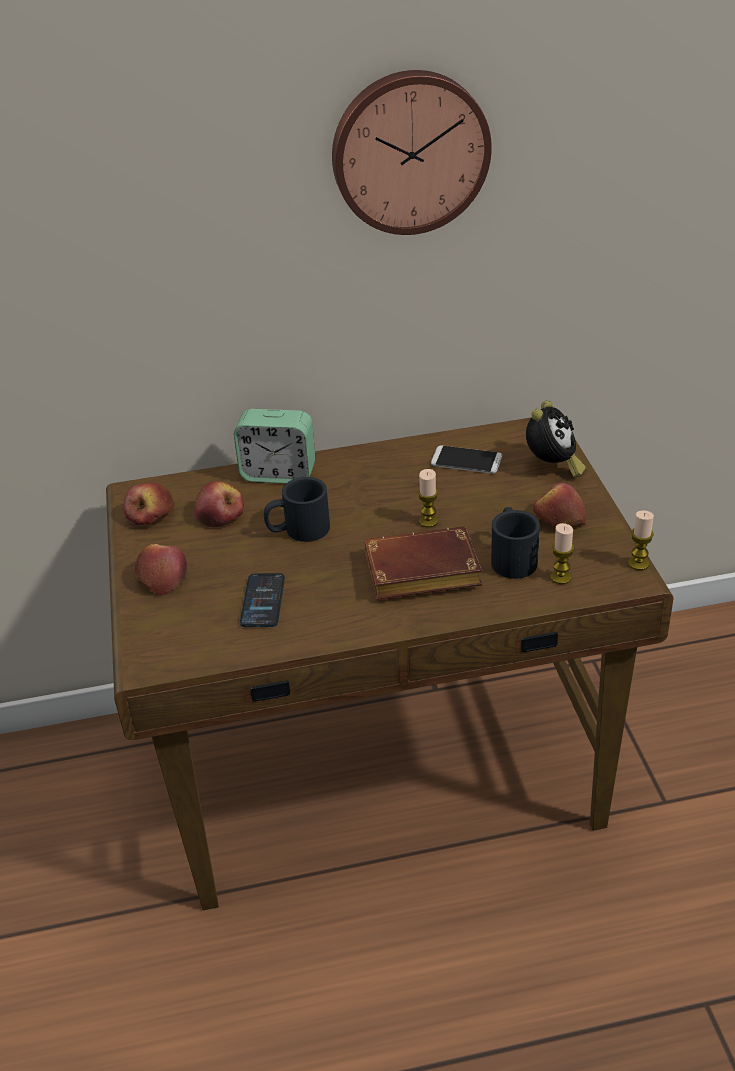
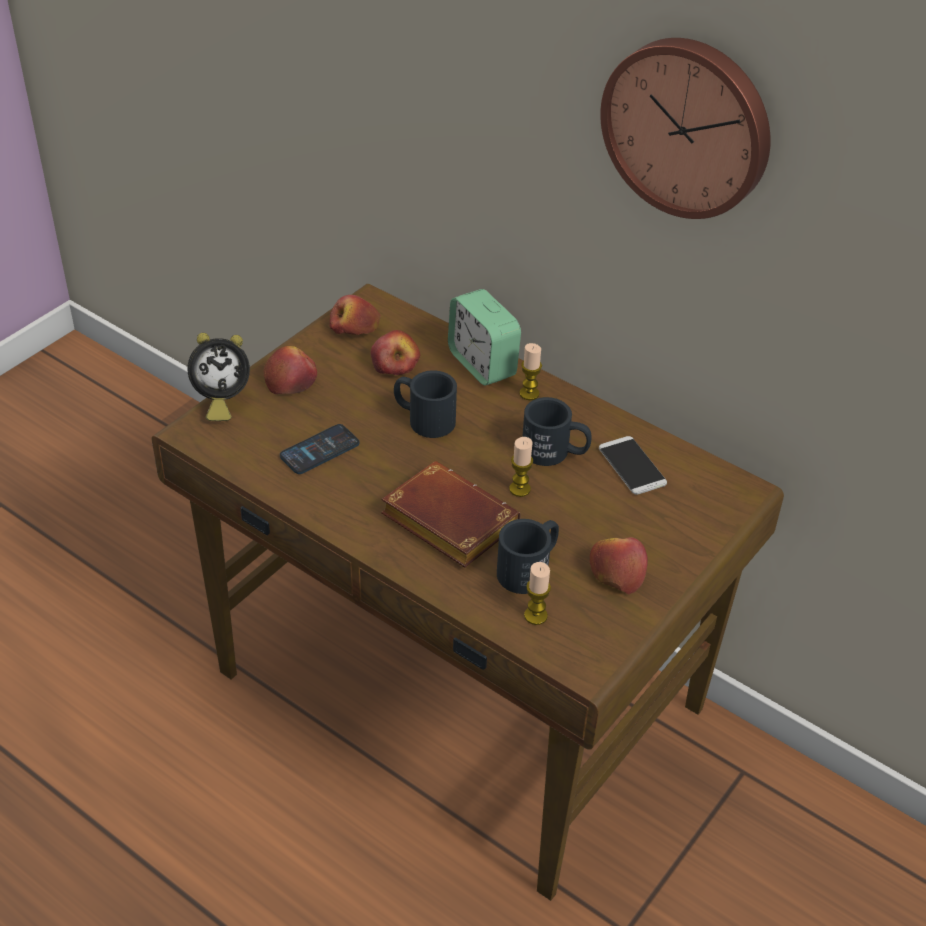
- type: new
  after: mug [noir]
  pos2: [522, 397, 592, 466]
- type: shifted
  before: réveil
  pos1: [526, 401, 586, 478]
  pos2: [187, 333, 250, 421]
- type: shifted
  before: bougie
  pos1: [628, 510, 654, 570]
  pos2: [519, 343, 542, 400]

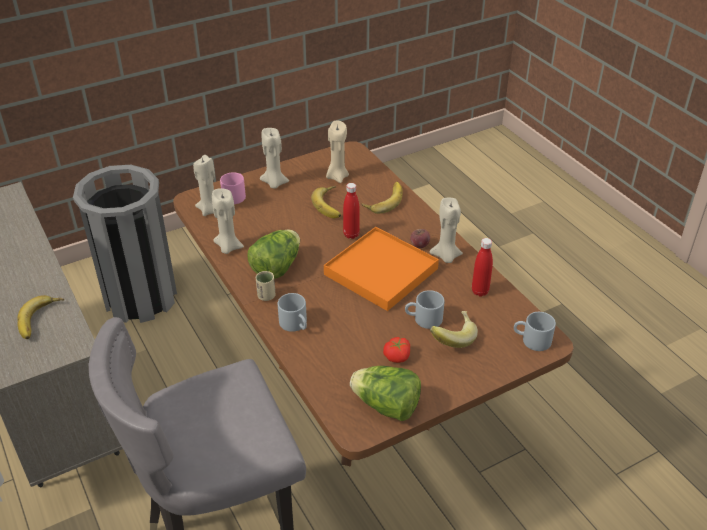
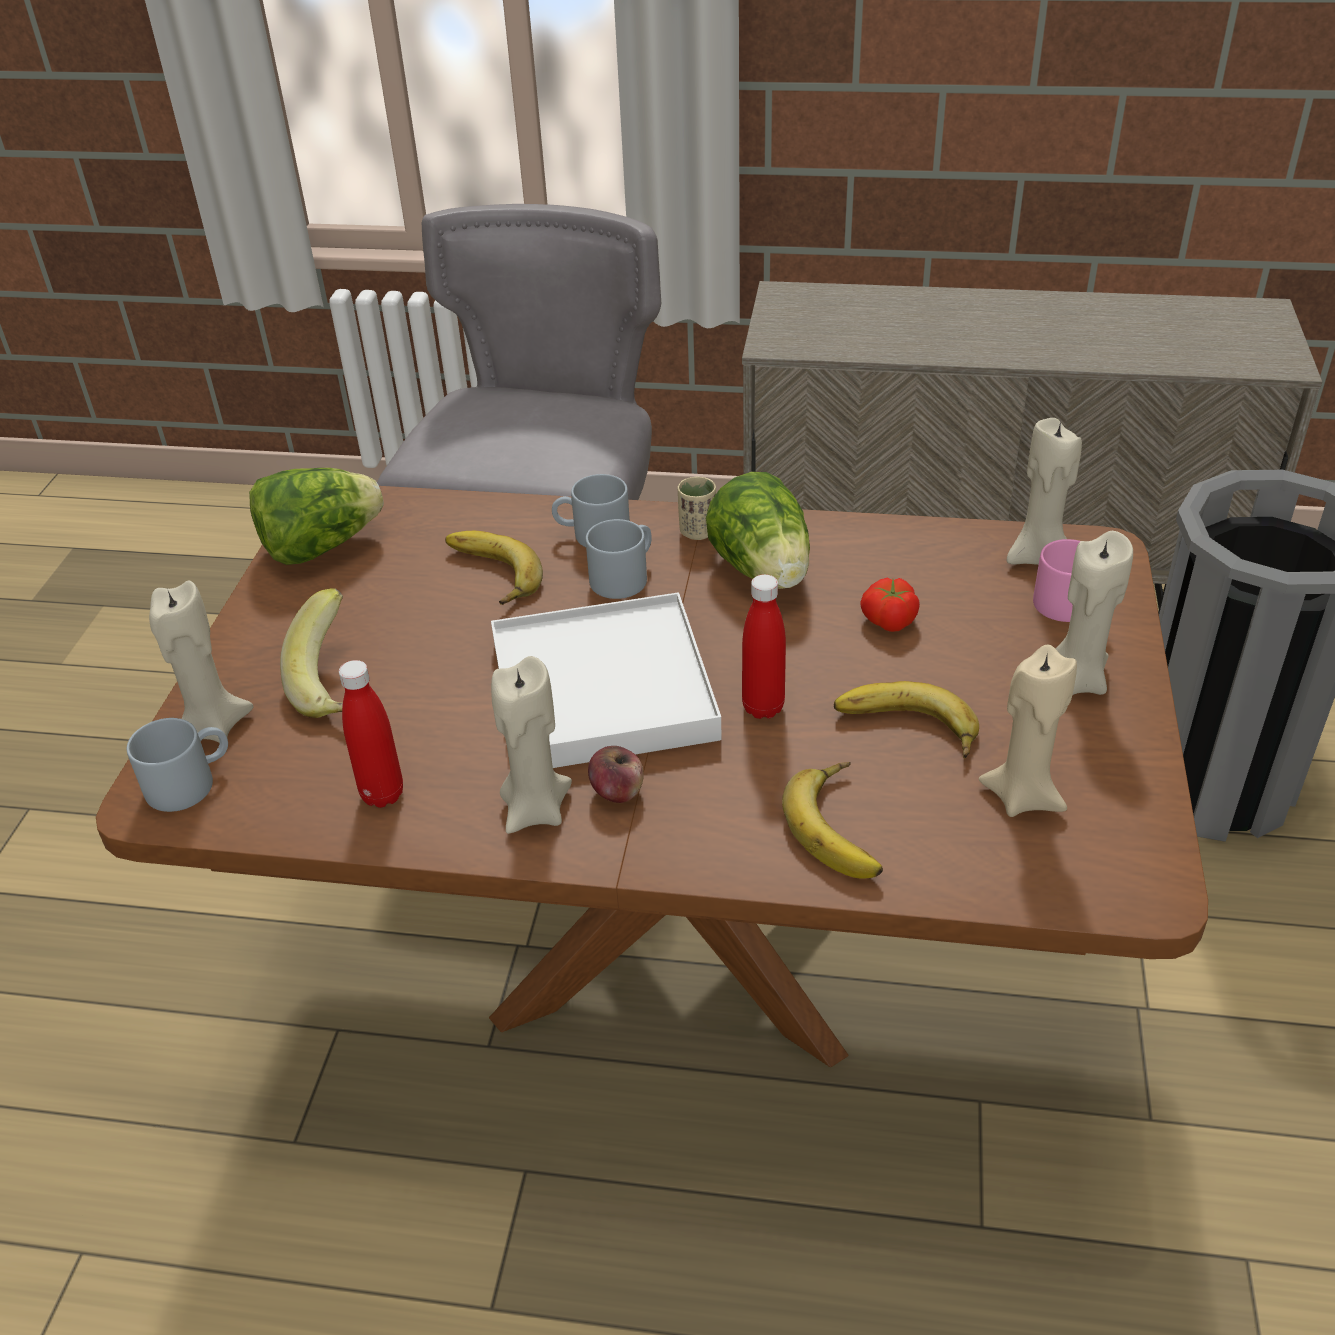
- type: shifted
  before: banane
  pos1: [17, 295, 64, 339]
  pos2: [445, 531, 543, 605]
- type: shifted
  before: bougie [beige]
  pos1: [212, 188, 244, 254]
  pos2: [149, 580, 254, 743]
- type: shifted
  before: tomate
  pos1: [383, 337, 410, 363]
  pos2: [860, 578, 920, 632]
- type: shifted
  before: mug [gris]
  pos1: [405, 290, 444, 329]
  pos2: [586, 519, 652, 599]
- type: repainted
  before: plateau [orange]
  after: plateau [blanc]
  pos1: [324, 227, 439, 311]
  pos2: [491, 592, 722, 768]

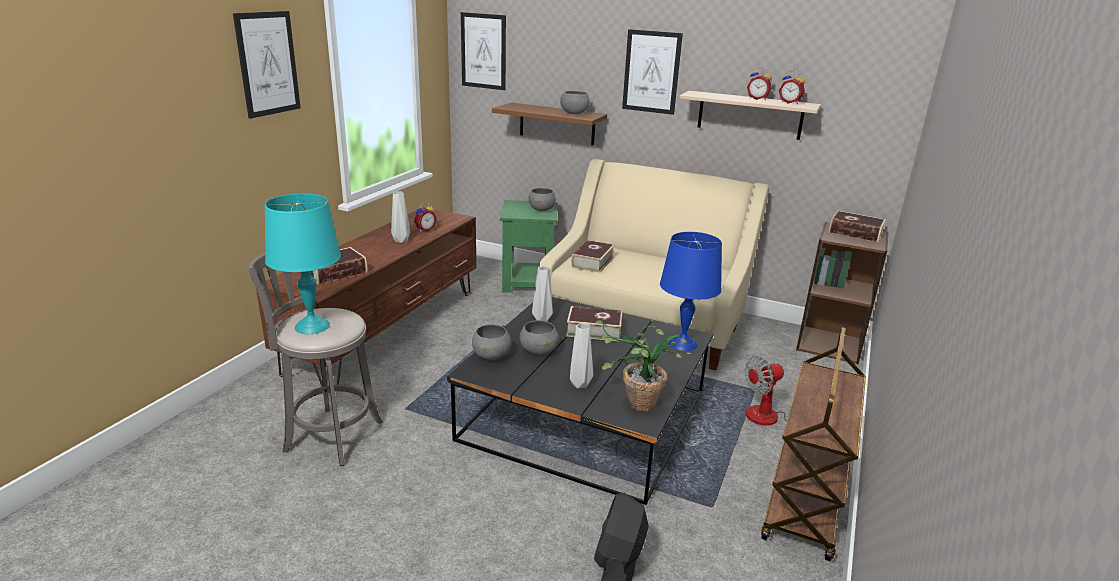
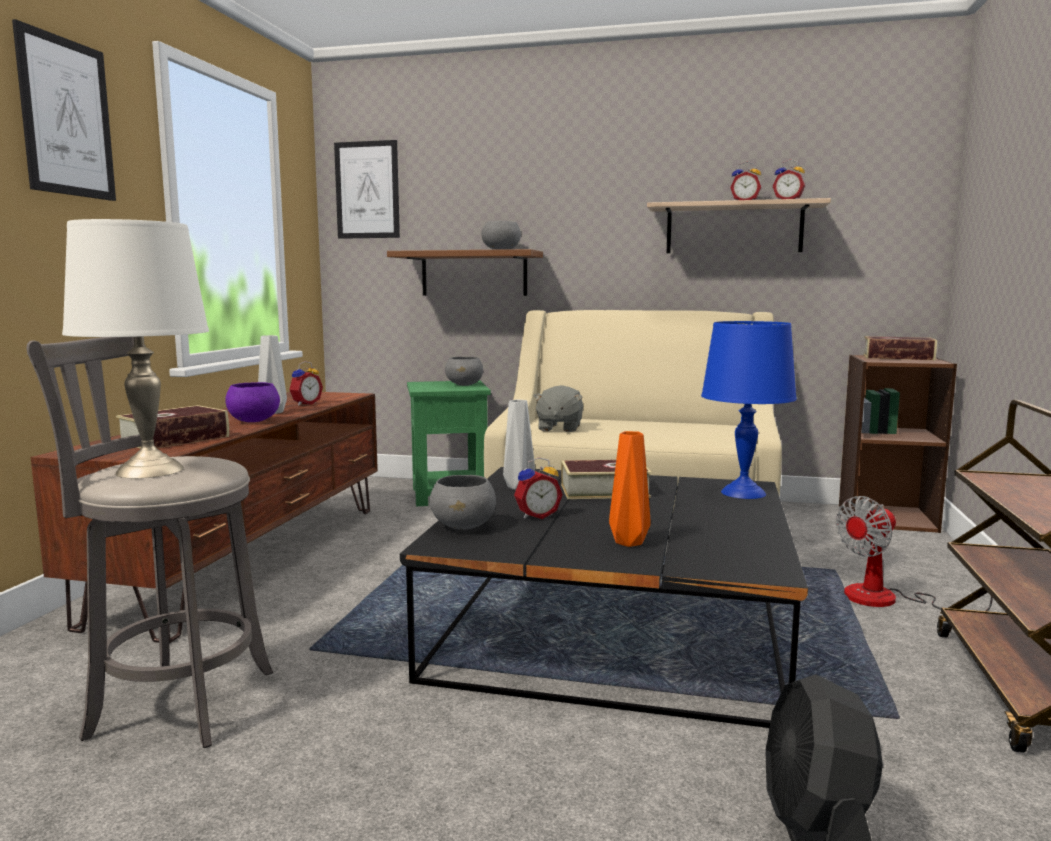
- type: gone
  before: plante en pot
  pos1: [596, 320, 691, 411]
- type: gone
  before: tableau
  pos1: [622, 29, 683, 115]
- type: new
  after: bol [violet]
  pos2: [225, 382, 280, 422]
- type: swapped
  before: bol [gris]
  after: réveil
  pos1: [520, 320, 559, 355]
  pos2: [514, 457, 563, 519]
- type: swapped
  before: livre
  after: peluche [gris]
  pos1: [571, 240, 615, 273]
  pos2: [533, 385, 583, 432]
- type: repainted
  before: lampe de table [turquoise]
  after: lampe de table [blanc]
  pos1: [265, 194, 341, 334]
  pos2: [62, 219, 209, 478]
- type: repainted
  before: vase [gris]
  after: vase [orange]
  pos1: [570, 323, 593, 388]
  pos2: [609, 431, 651, 547]

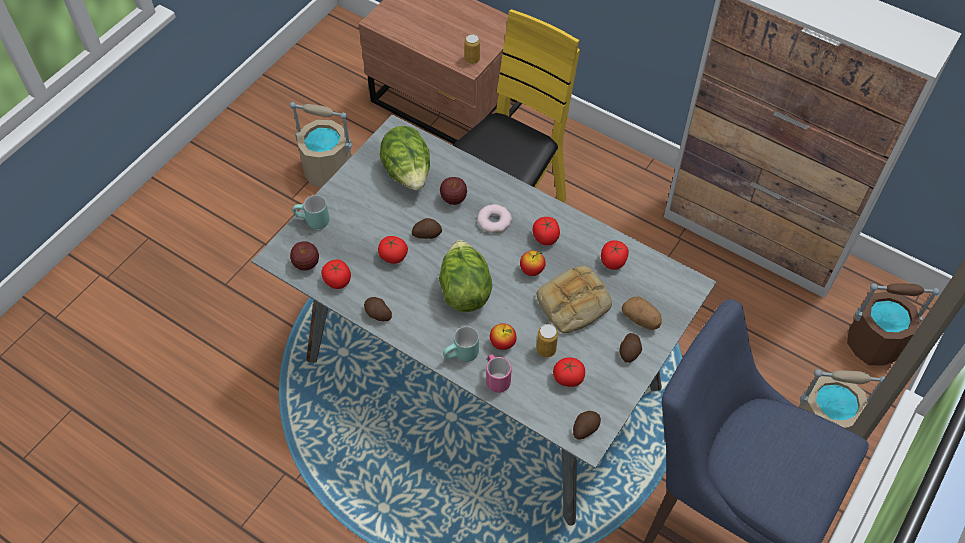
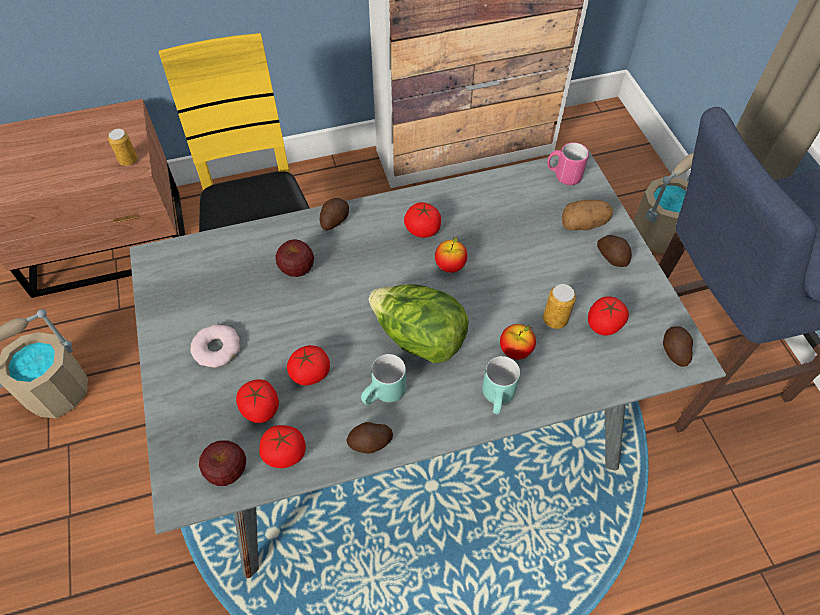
- type: gone
  before: laitue
  pos1: [380, 126, 430, 191]
- type: gone
  before: pain
  pos1: [537, 266, 612, 333]
- type: gone
  before: seau [marron]
  pos1: [847, 283, 940, 366]
- type: shifted
  before: mug [turquoise]
  pos1: [293, 195, 330, 229]
  pos2: [361, 354, 406, 405]
- type: shifted
  before: pomme de terre
  pos1: [412, 218, 442, 239]
  pos2: [320, 198, 349, 230]
- type: shifted
  before: beignet
  pos1: [477, 204, 512, 233]
  pos2: [190, 324, 240, 368]
- type: shifted
  before: mug [rose]
  pos1: [486, 354, 512, 393]
  pos2: [547, 142, 589, 185]
- type: shifted
  before: tomate
  pos1: [601, 240, 629, 270]
  pos2: [236, 379, 279, 423]

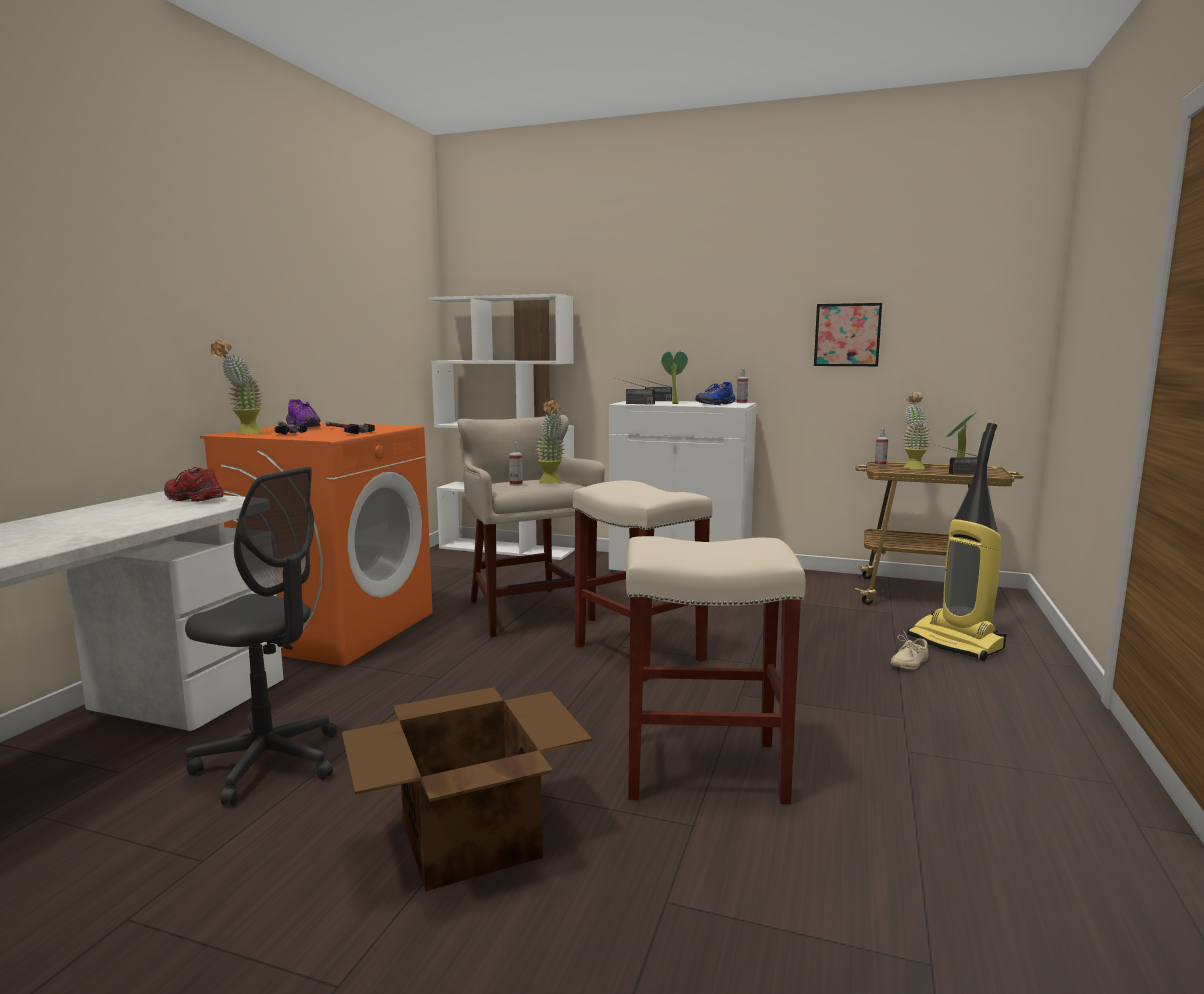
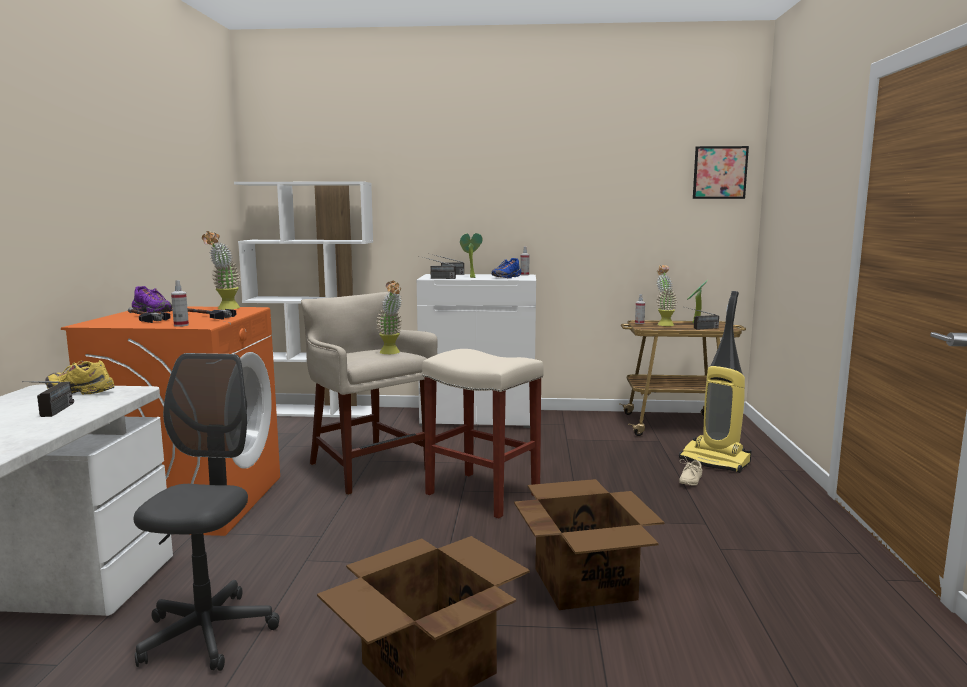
- type: new
  after: radio
  pos2: [22, 381, 74, 417]
- type: shifted
  before: plante en pot
  pos1: [211, 340, 263, 434]
  pos2: [202, 231, 240, 310]
- type: shifted
  before: vaporisateur
  pos1: [509, 442, 523, 486]
  pos2: [171, 280, 189, 327]
- type: shifted
  before: tableau
  pos1: [814, 303, 882, 366]
  pos2: [693, 146, 749, 199]
- type: swapped
  before: tabouret [beige]
  after: carton
  pos1: [626, 536, 806, 804]
  pos2: [514, 479, 665, 610]
- type: repainted
  before: chaussure [rouge]
  after: chaussure [jaune]
  pos1: [164, 467, 223, 502]
  pos2: [45, 360, 114, 395]
- type: rotated
  before: chaise de bureau [gris]
  pos1: [185, 467, 337, 806]
  pos2: [134, 353, 280, 671]
  turn: -90

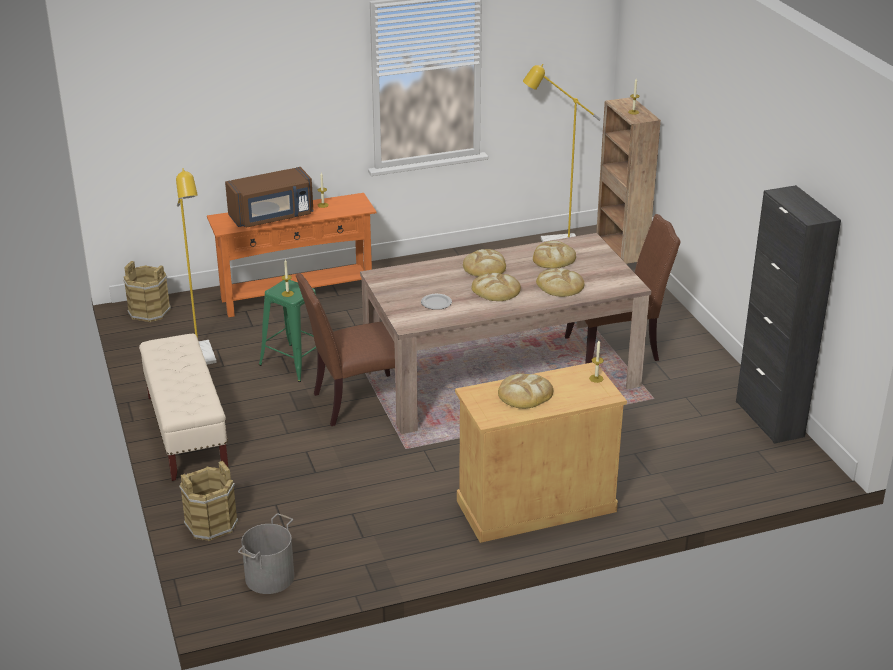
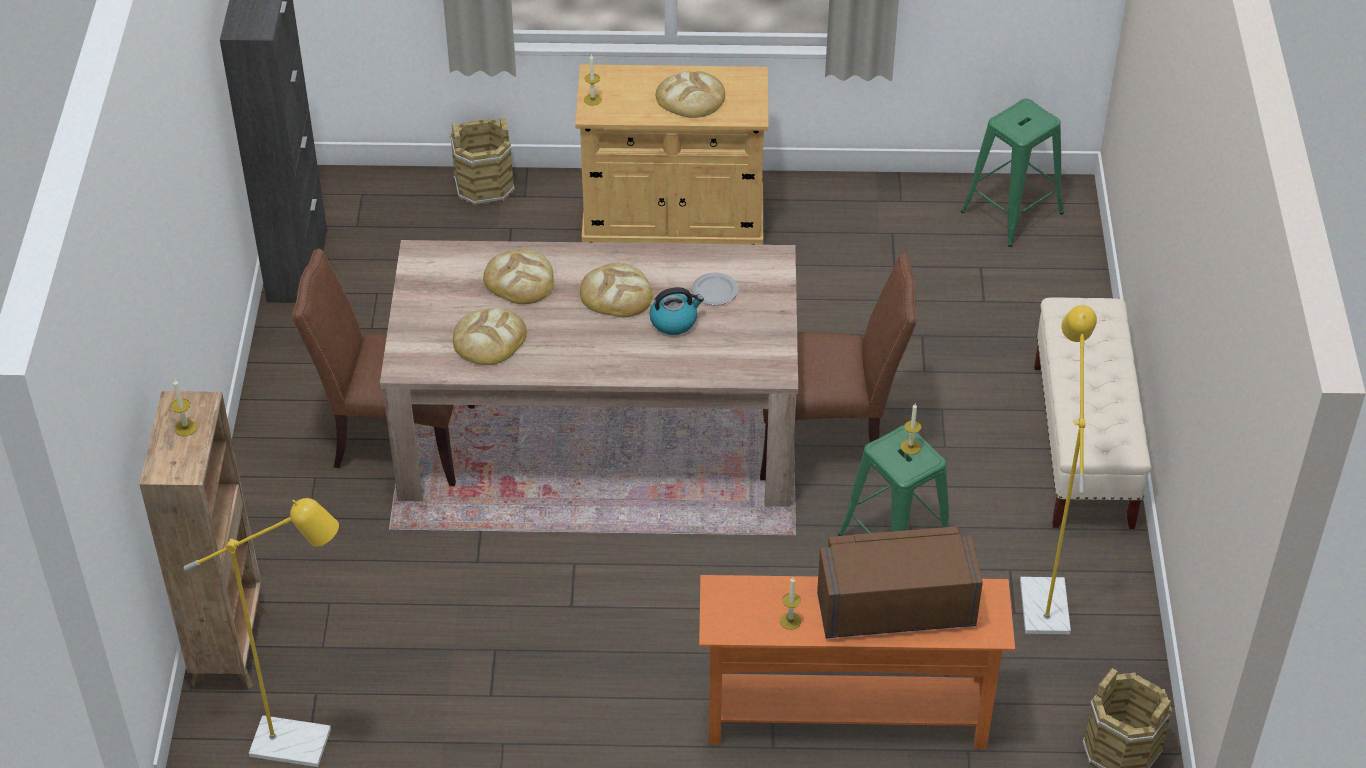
- type: gone
  before: pain
  pos1: [463, 249, 506, 277]
- type: new
  after: bouilloire
  pos2: [650, 287, 704, 335]
- type: shifted
  before: seau [marron]
  pos1: [179, 461, 238, 541]
  pos2: [450, 116, 515, 206]
- type: swapped
  before: seau [gris]
  after: tabouret [vert]
  pos1: [238, 513, 294, 594]
  pos2: [961, 99, 1064, 247]

